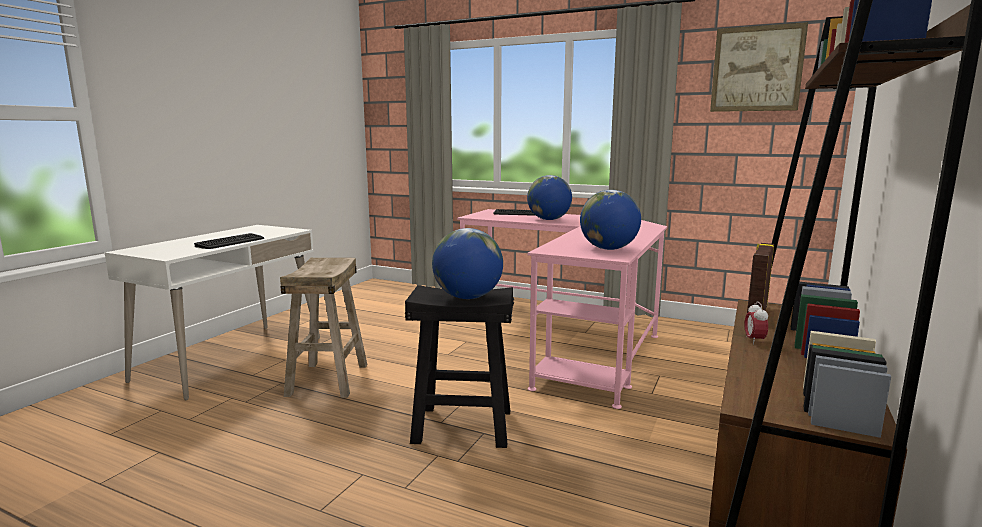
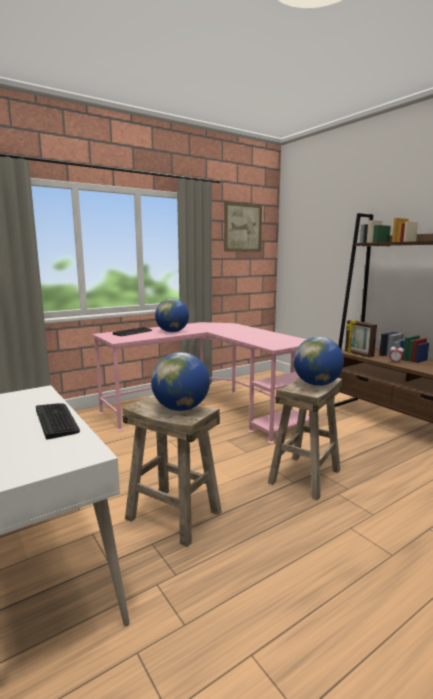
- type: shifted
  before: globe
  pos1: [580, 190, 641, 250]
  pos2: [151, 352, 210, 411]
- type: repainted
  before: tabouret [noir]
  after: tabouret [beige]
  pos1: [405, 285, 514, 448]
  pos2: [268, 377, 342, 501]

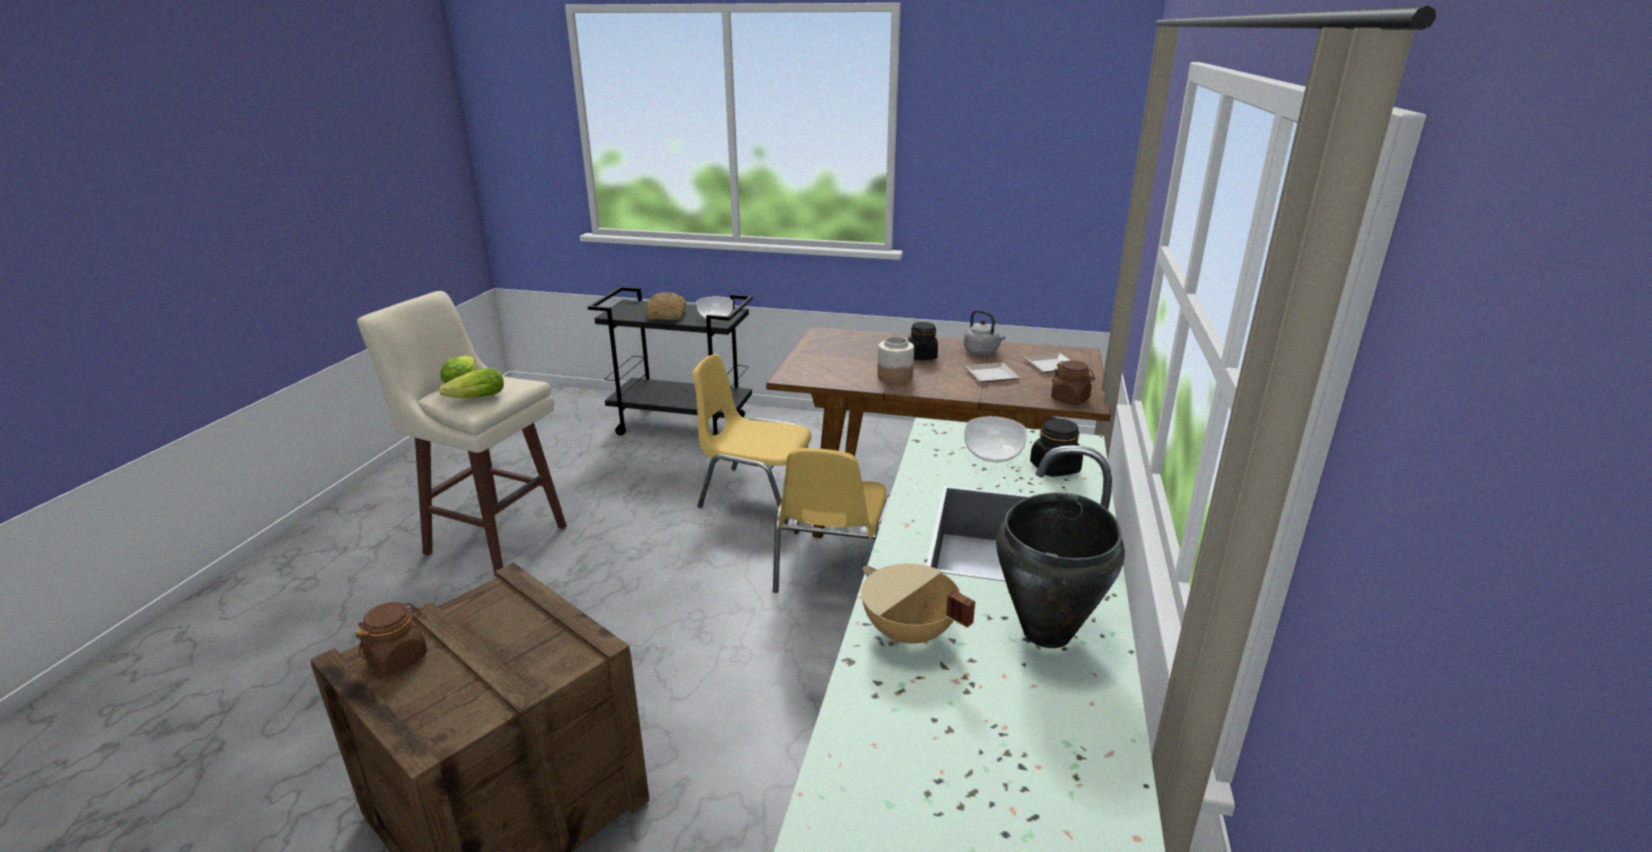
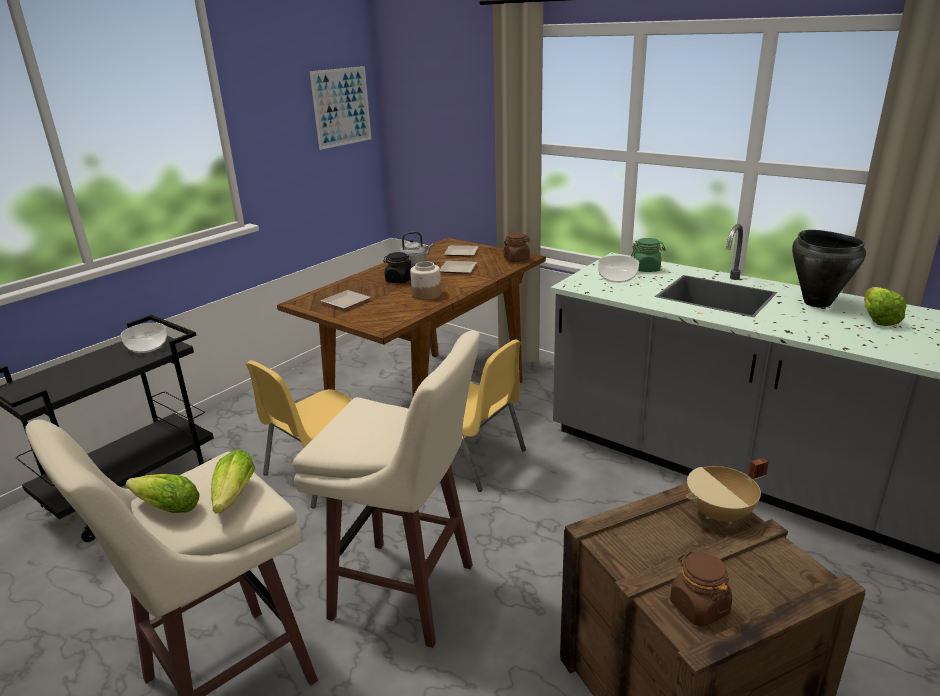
- type: gone
  before: pain
  pos1: [646, 292, 686, 320]
- type: new
  after: tabouret [beige]
  pos2: [293, 331, 480, 648]
- type: new
  after: tableau
  pos2: [310, 66, 371, 150]
- type: new
  after: assiette
  pos2: [320, 290, 371, 309]
- type: new
  after: laitue
  pos2: [864, 287, 906, 326]
- type: shifted
  before: marmite [beige]
  pos1: [861, 563, 975, 644]
  pos2: [686, 458, 769, 524]
- type: repainted
  before: bocal [noir]
  after: bocal [vert]
  pos1: [1030, 417, 1083, 477]
  pos2: [631, 238, 666, 272]

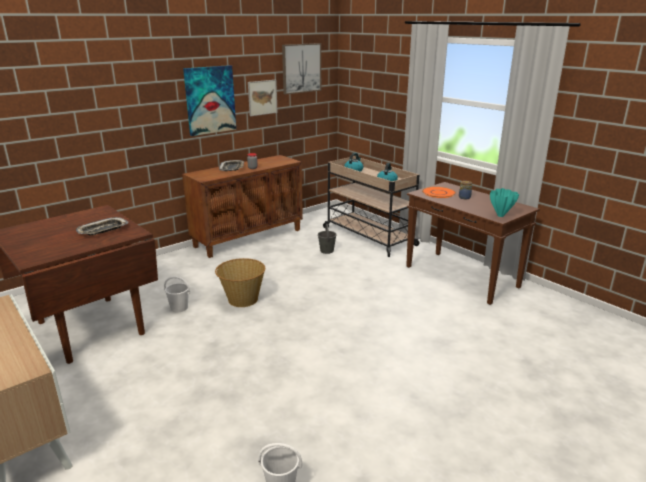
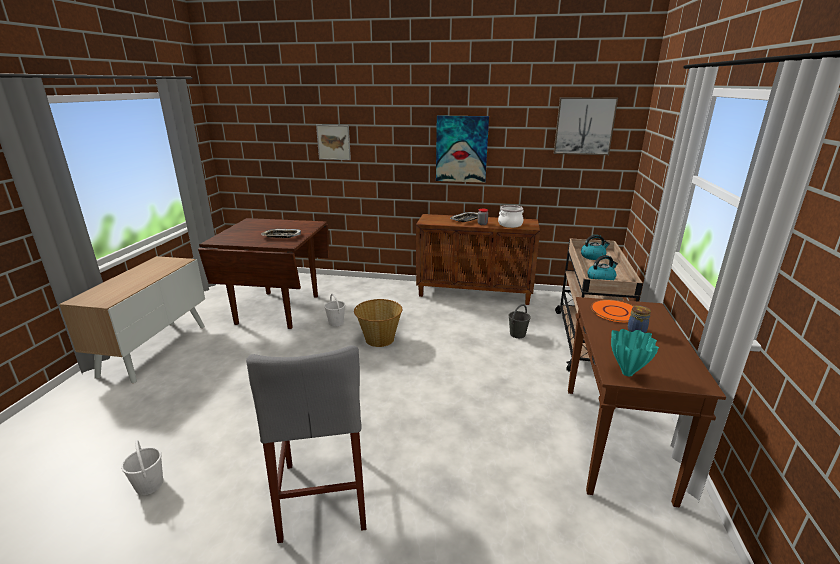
- type: new
  after: tabouret [gris]
  pos2: [246, 345, 367, 543]
- type: new
  after: marmite
  pos2: [498, 205, 523, 228]
- type: shifted
  before: tableau
  pos1: [248, 80, 278, 116]
  pos2: [316, 125, 351, 160]

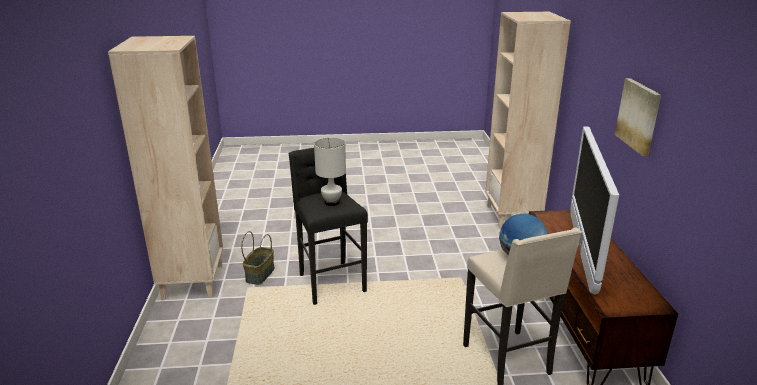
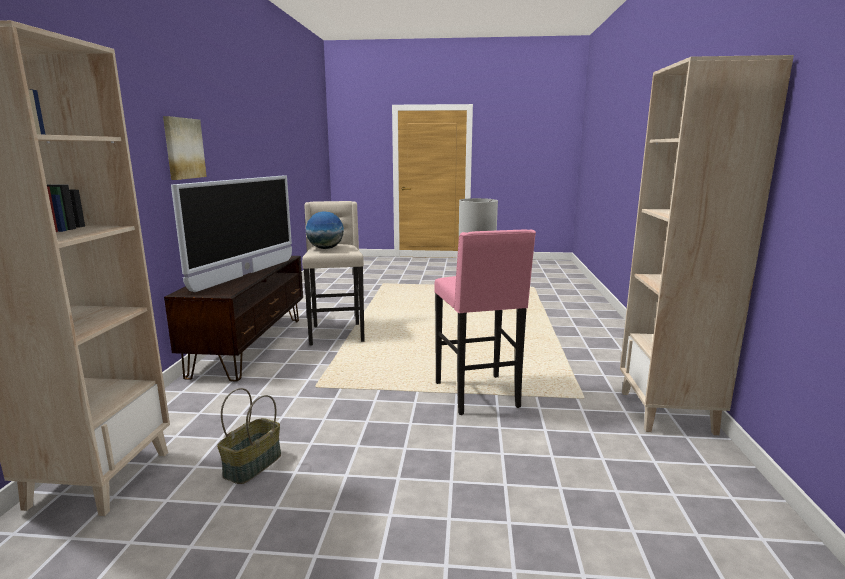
- type: shifted
  before: panier
  pos1: [241, 231, 275, 285]
  pos2: [217, 388, 281, 484]
- type: repainted
  before: tabouret [noir]
  after: tabouret [rose]
  pos1: [288, 148, 368, 305]
  pos2: [434, 230, 536, 415]

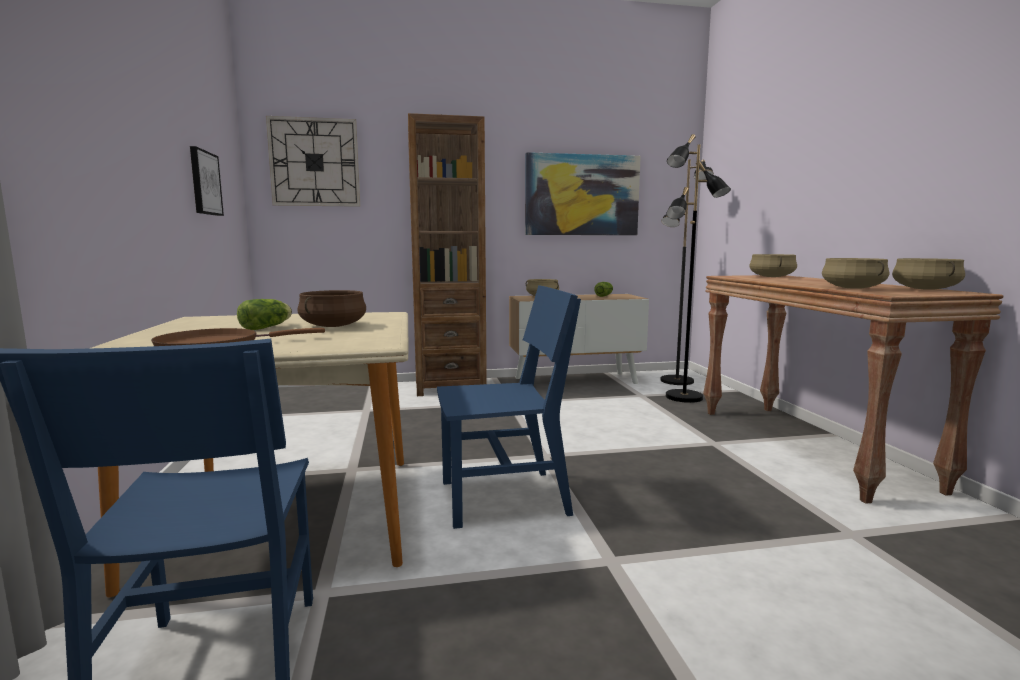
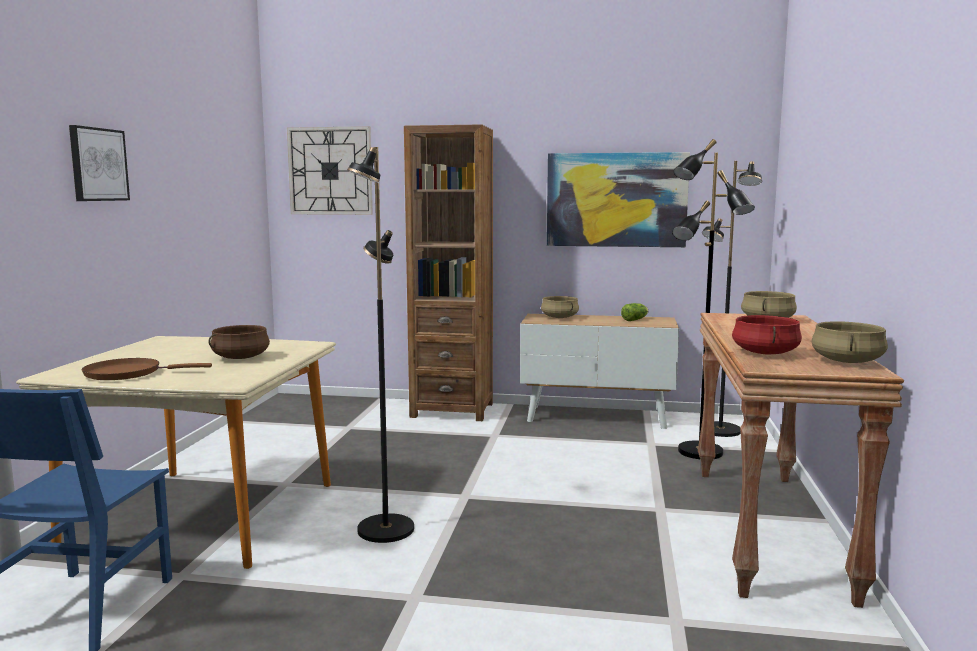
- type: gone
  before: laitue
  pos1: [237, 299, 292, 330]
- type: shifted
  before: tableau
  pos1: [190, 146, 224, 216]
  pos2: [69, 125, 130, 201]
- type: swapped
  before: chaise [bleu]
  after: lampadaire [noir]
  pos1: [437, 285, 581, 529]
  pos2: [347, 147, 414, 543]
- type: repainted
  before: marmite [beige]
  after: marmite [rouge]
  pos1: [822, 258, 889, 289]
  pos2: [732, 315, 802, 354]

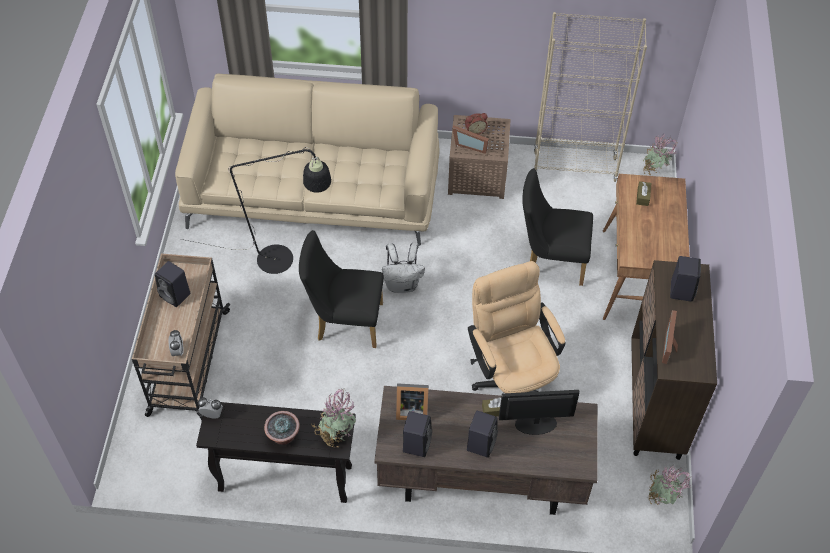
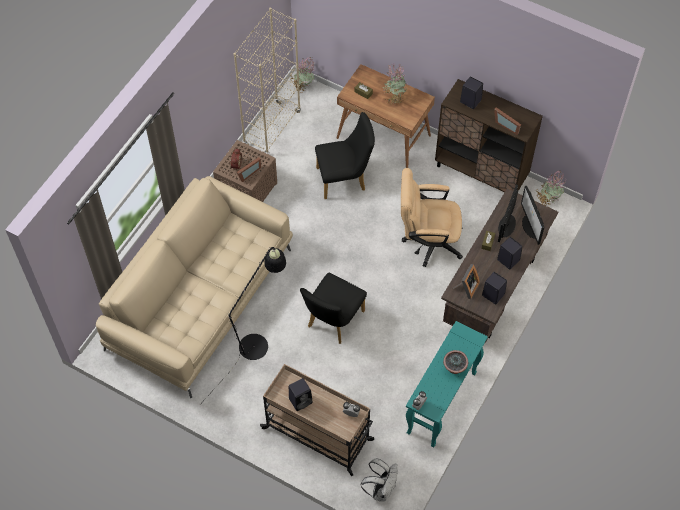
- type: new
  after: écran d'ordinateur
  pos2: [521, 186, 544, 245]
- type: shifted
  before: plante en pot
  pos1: [311, 389, 356, 448]
  pos2: [383, 63, 408, 105]
- type: shifted
  before: sac à dos [blanc]
  pos1: [382, 243, 425, 293]
  pos2: [361, 458, 398, 502]
- type: repainted
  before: table console [noir]
  after: table console [turquoise]
  pos1: [196, 402, 356, 503]
  pos2: [406, 321, 488, 447]
- type: rotated
  before: chaise [noir]
  pos1: [522, 168, 593, 286]
  pos2: [315, 112, 375, 199]
  turn: -135

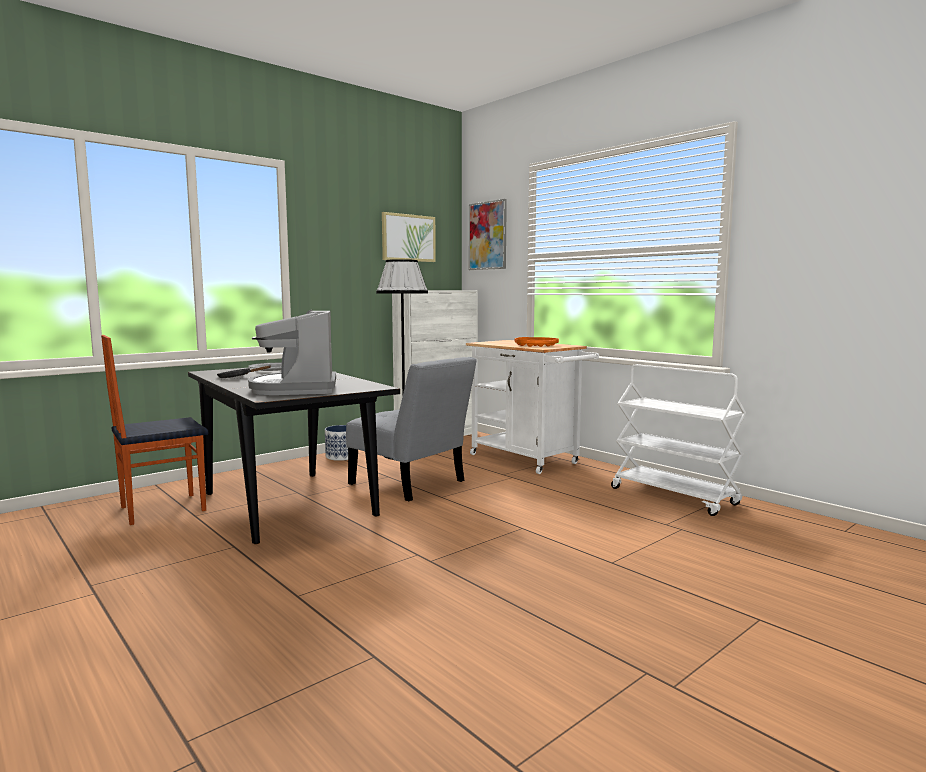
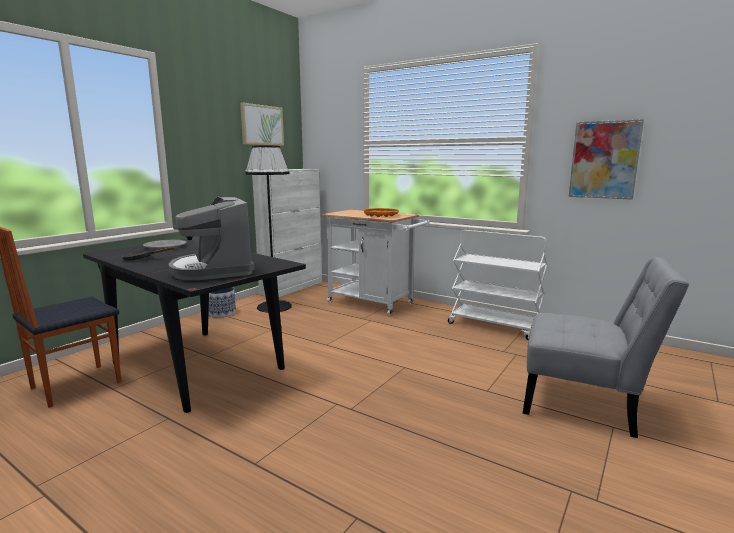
- type: shifted
  before: chaise [gris]
  pos1: [346, 357, 477, 501]
  pos2: [523, 257, 690, 438]
- type: shifted
  before: tableau
  pos1: [469, 199, 507, 270]
  pos2: [569, 119, 644, 200]

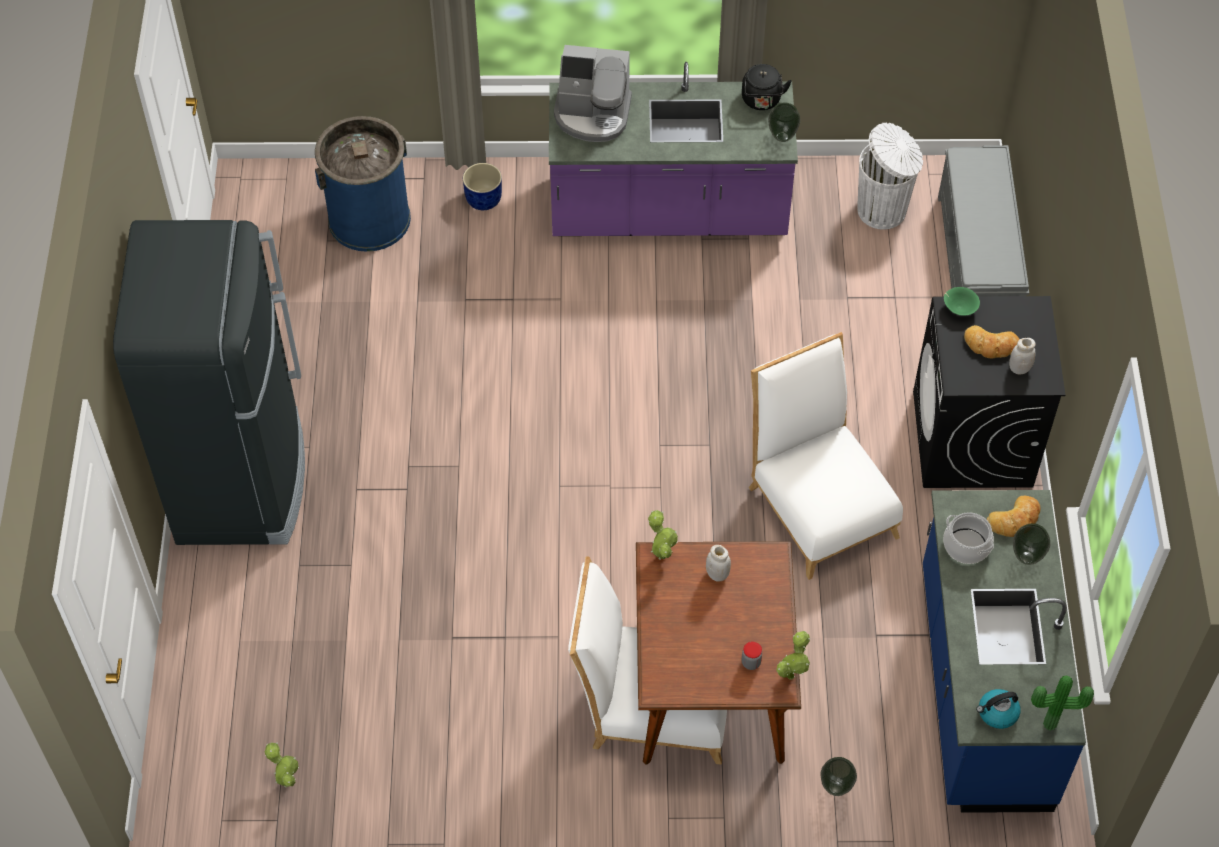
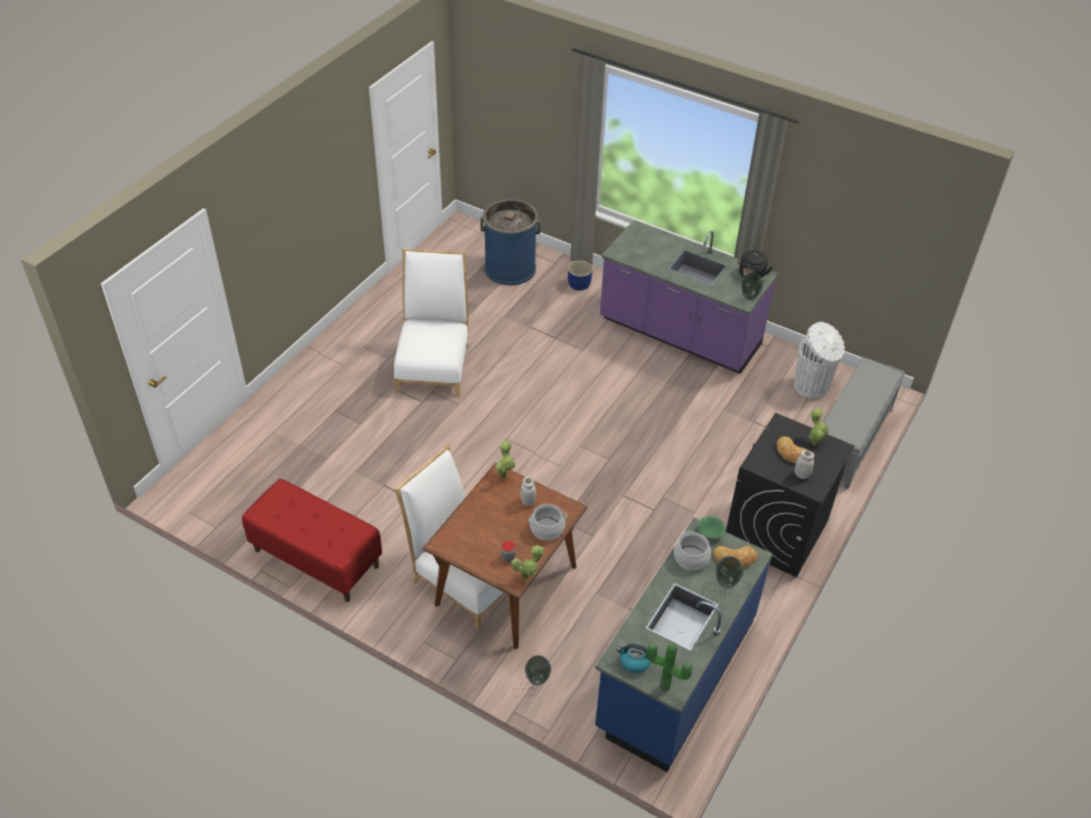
- type: gone
  before: réfrigérateur [noir]
  pos1: [113, 220, 305, 545]
- type: gone
  before: machine à café
  pos1: [554, 45, 632, 142]
- type: new
  after: banc [rouge]
  pos2: [242, 479, 382, 602]
- type: new
  after: marmite
  pos2: [528, 504, 567, 540]
- type: shifted
  before: plante en pot
  pos1: [265, 742, 299, 787]
  pos2: [808, 408, 829, 446]
- type: shifted
  before: chaise [blanc]
  pos1: [748, 332, 903, 580]
  pos2: [394, 249, 469, 397]
- type: shifted
  before: bol [vert]
  pos1: [944, 287, 980, 316]
  pos2: [698, 516, 725, 538]

